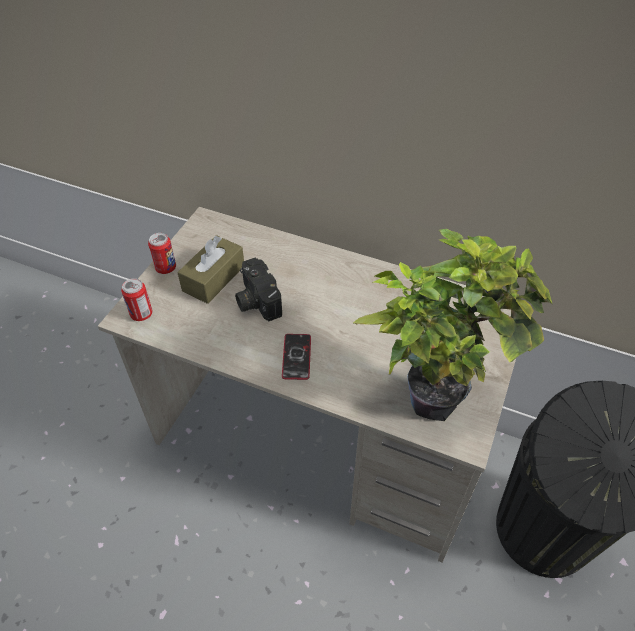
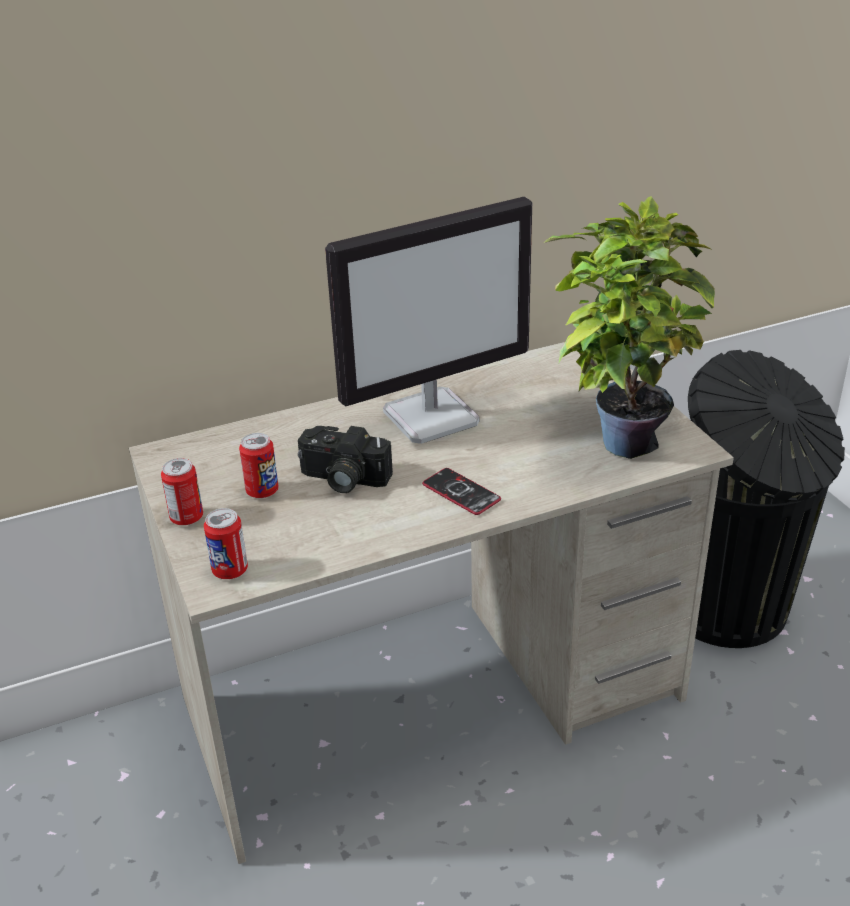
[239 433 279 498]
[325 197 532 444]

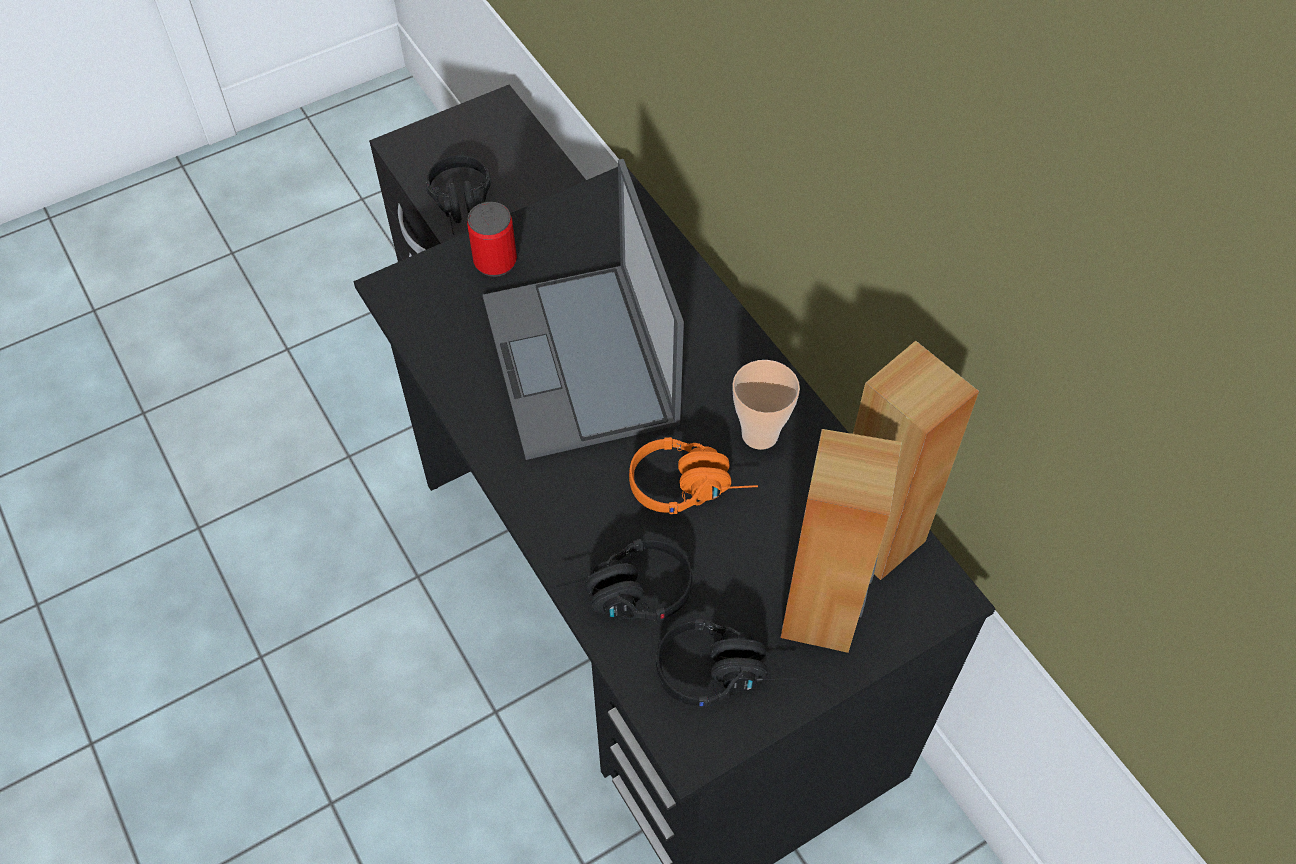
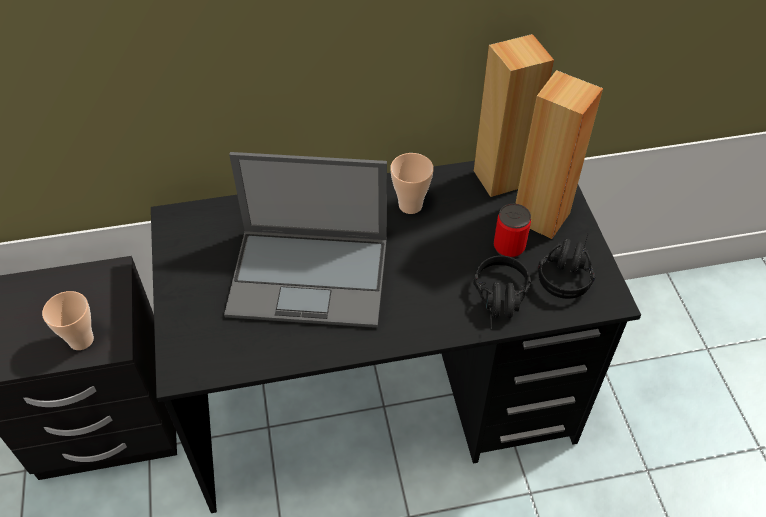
[42 291 94 350]
[494 204 531 258]
[629 437 758 514] (first image)

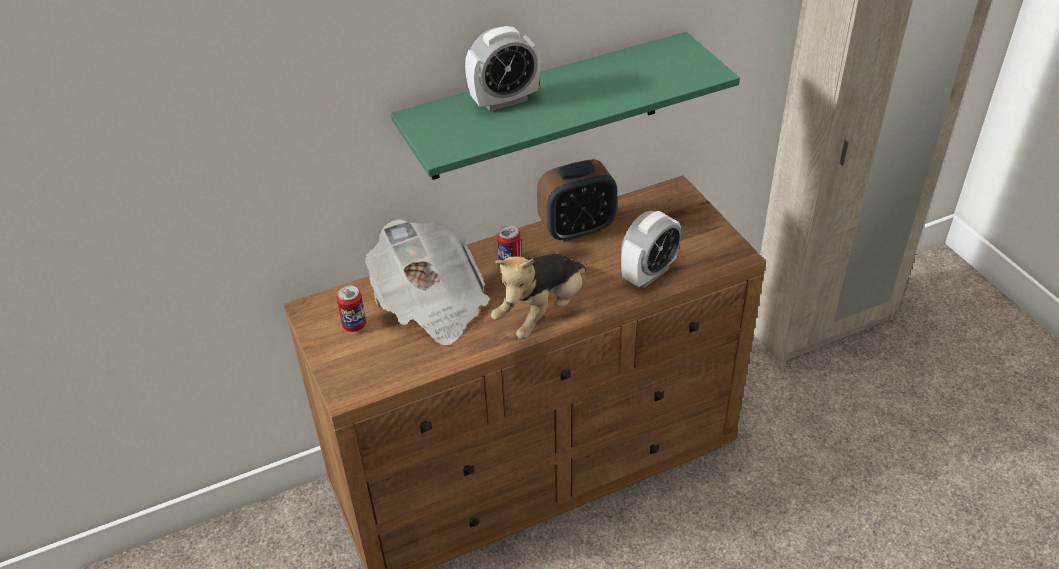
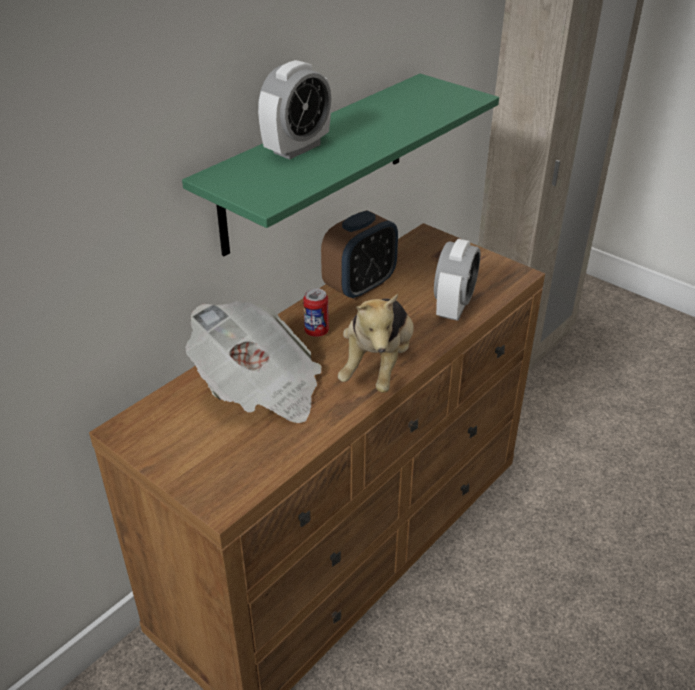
[336 285 366 332] (first image)

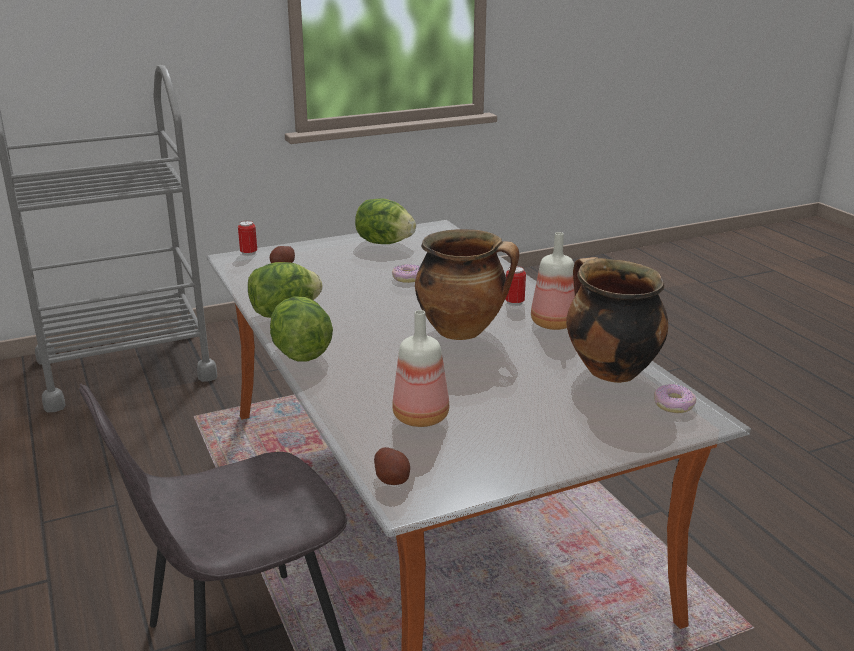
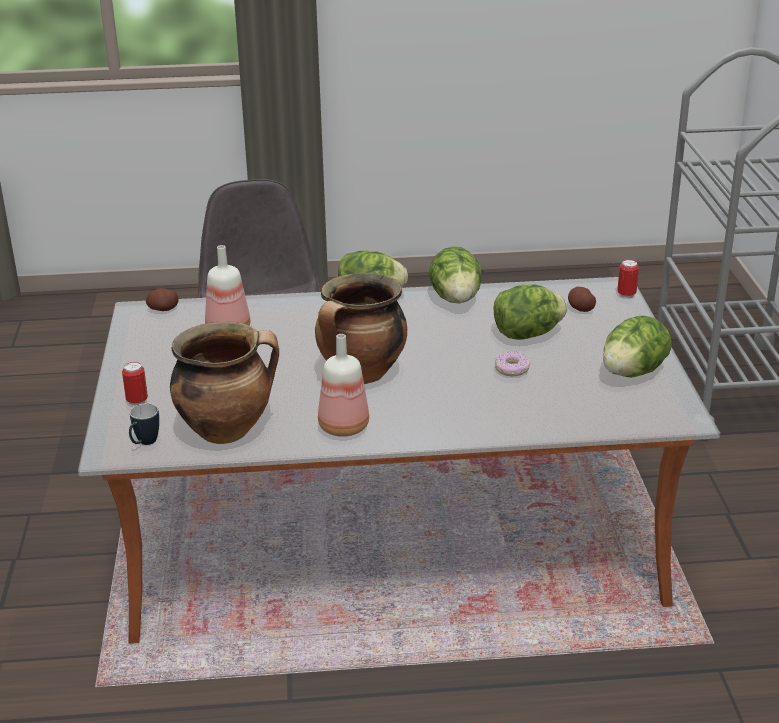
[122 362 148 406]
[129 403 159 445]
[493 284 567 340]

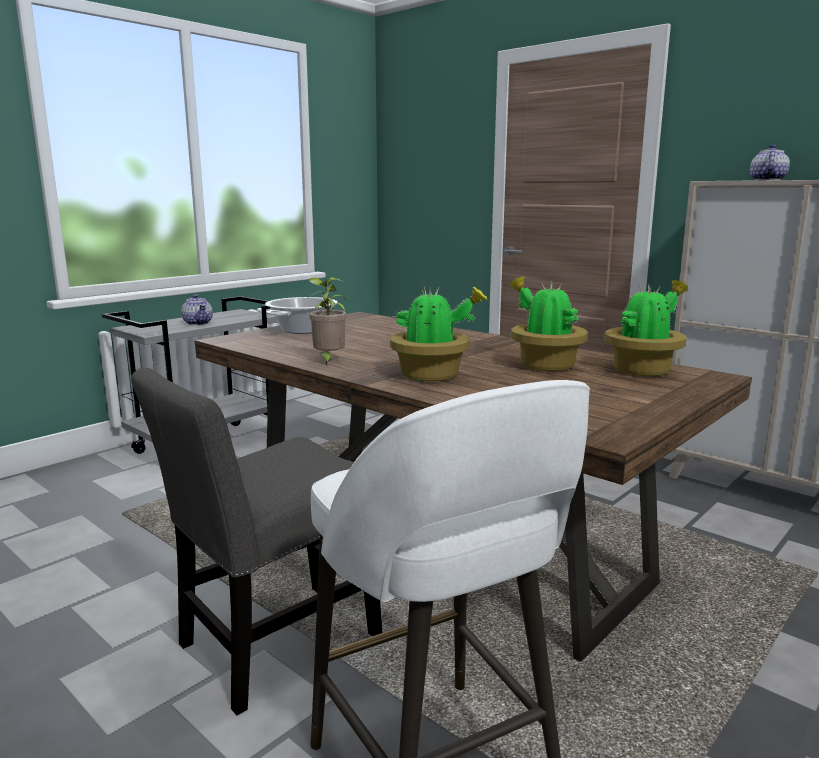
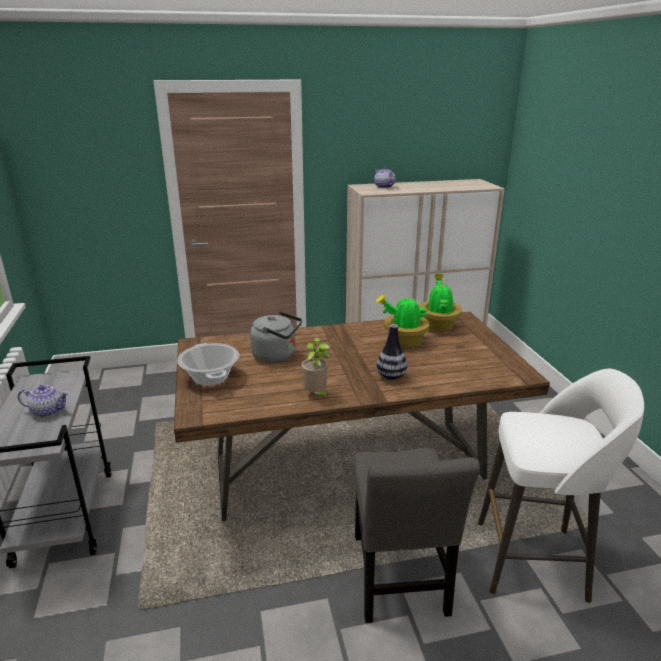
[376 324 407 380]
[250 311 302 363]

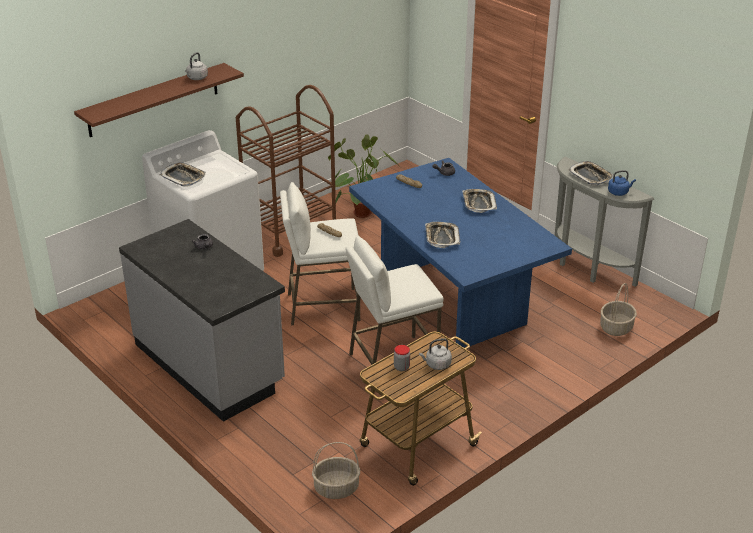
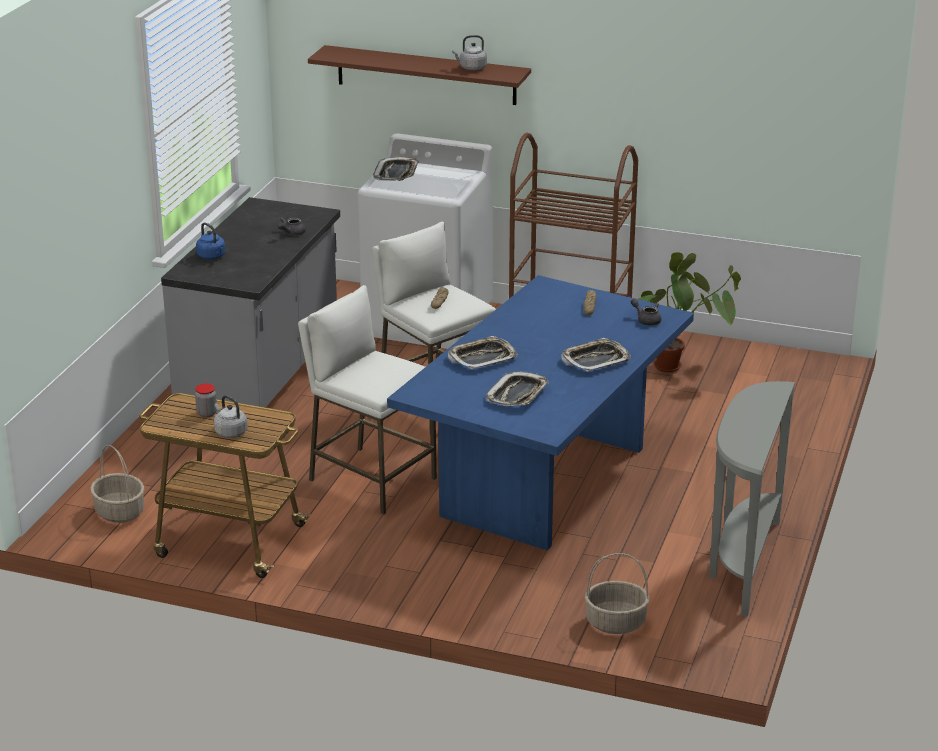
[486 371 549 406]
[196 223 225 259]

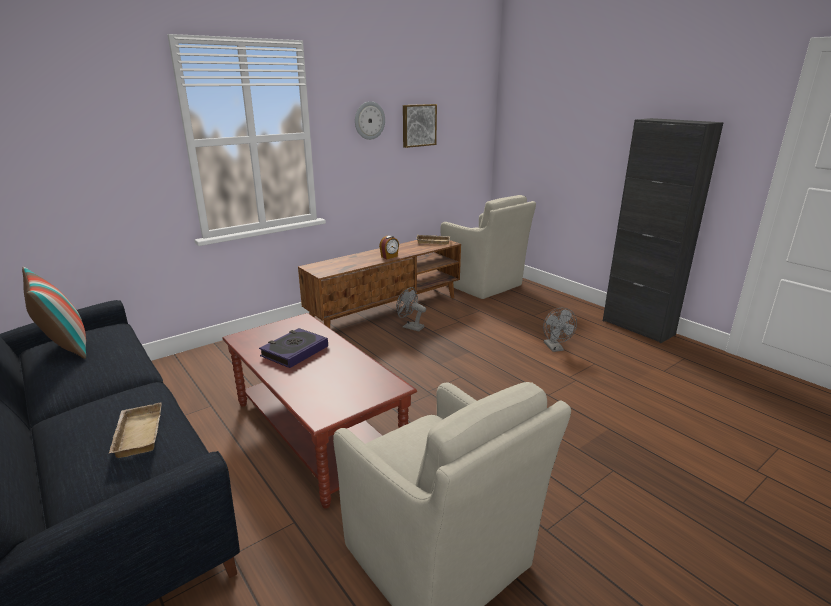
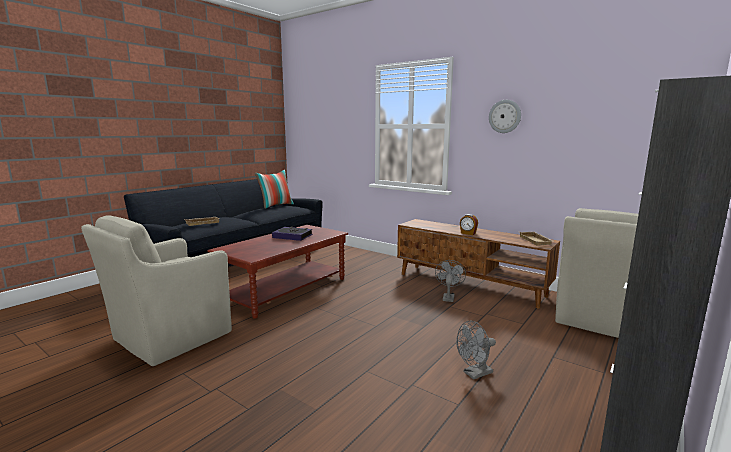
[403 104 437 148] (first image)

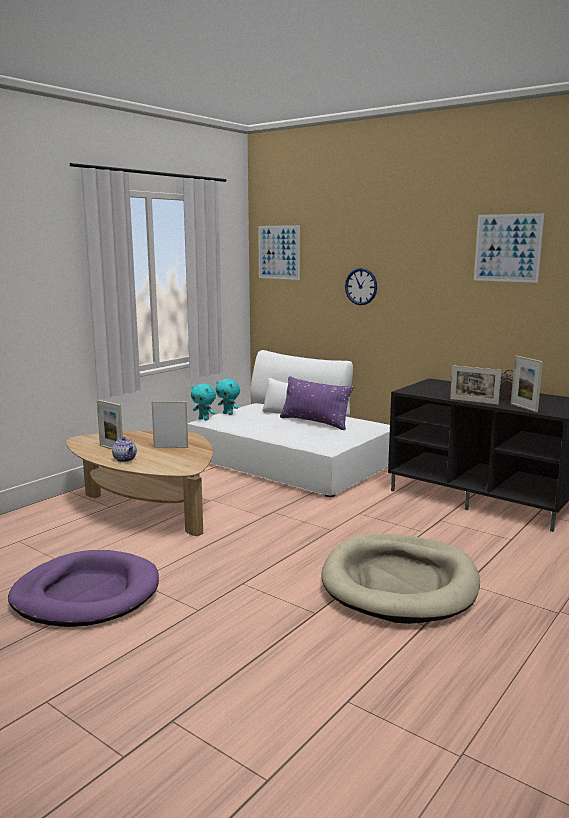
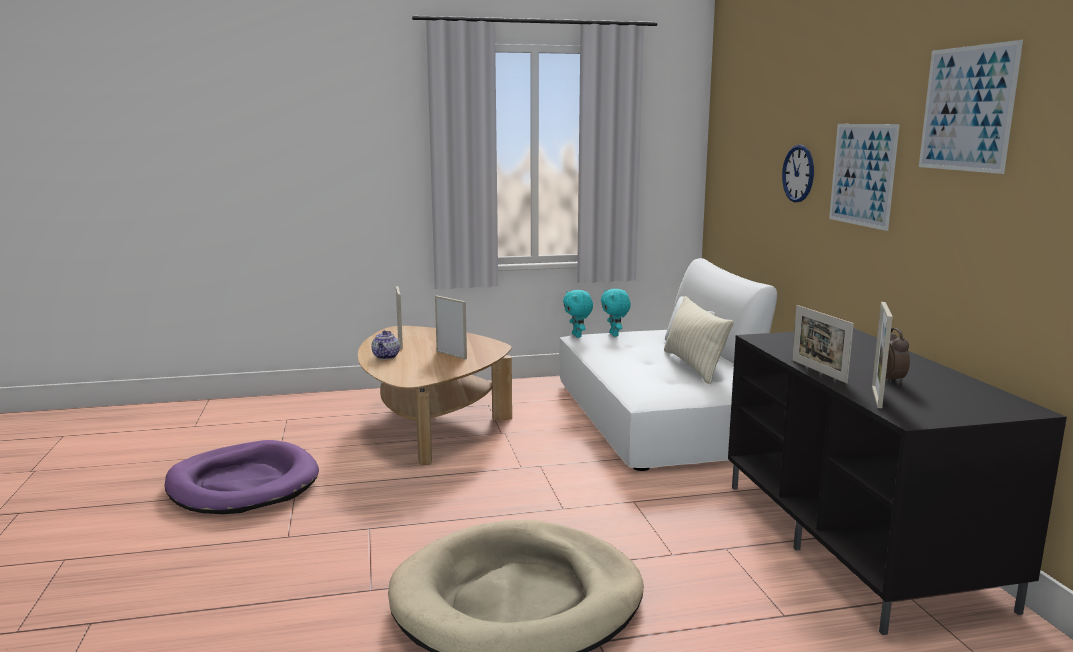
[829 124 900 231]
[664 296 734 384]

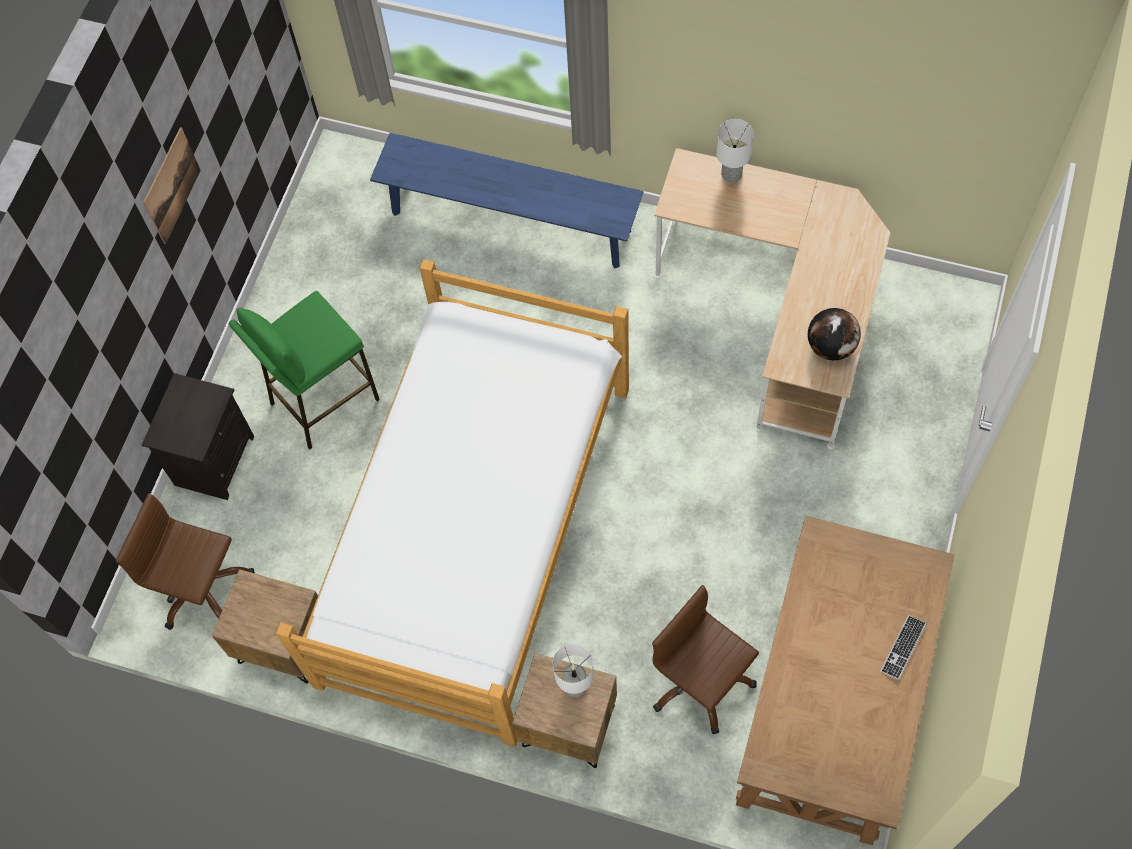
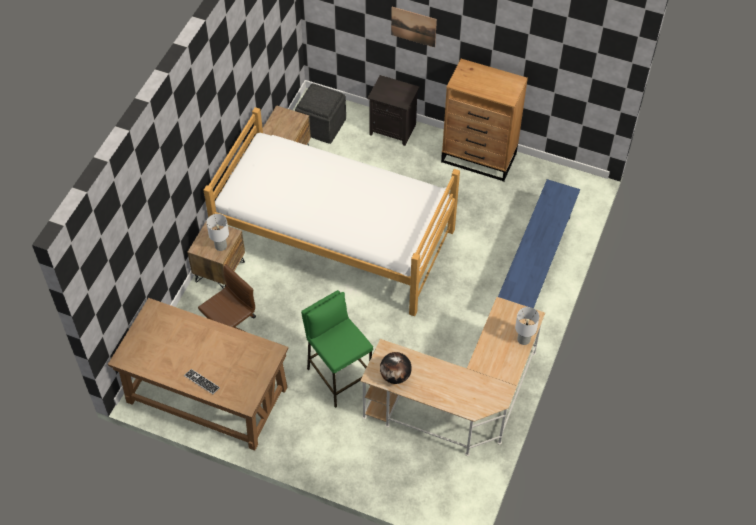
[295 83 346 144]
[391 7 437 47]
[301 290 373 408]
[441 59 528 181]

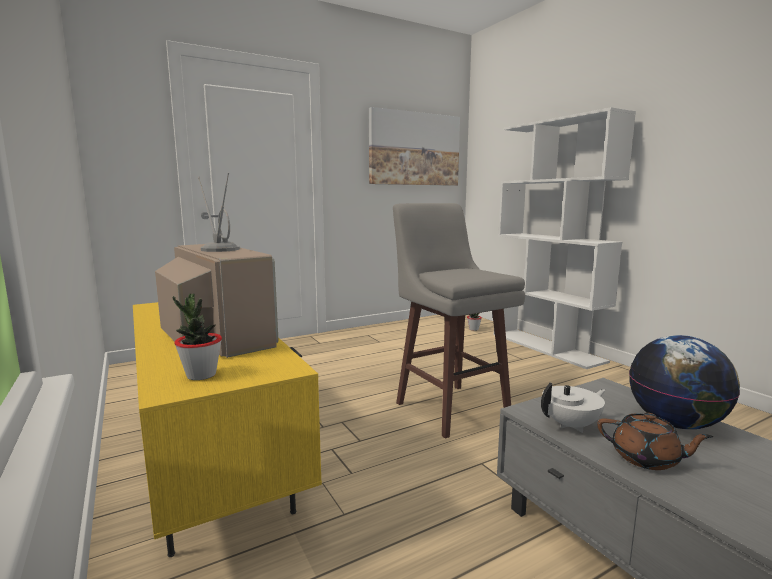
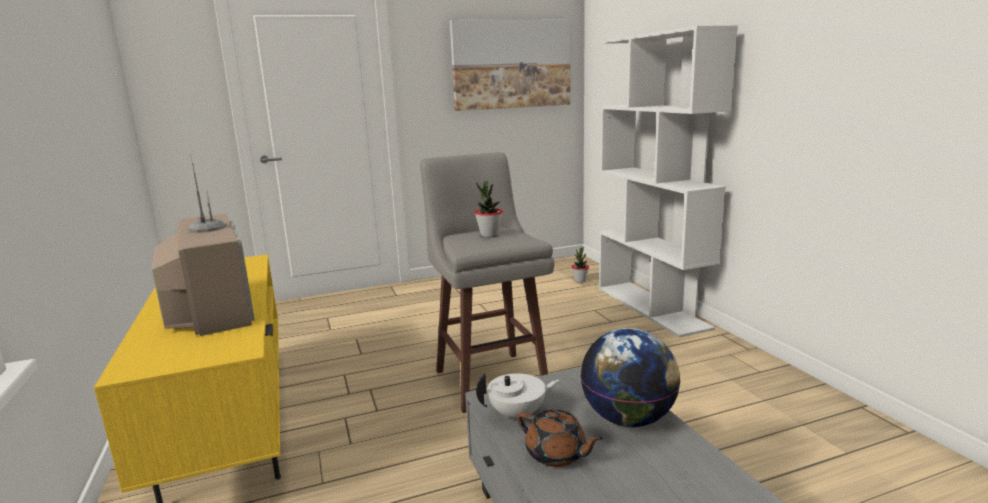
[475 181 503 237]

